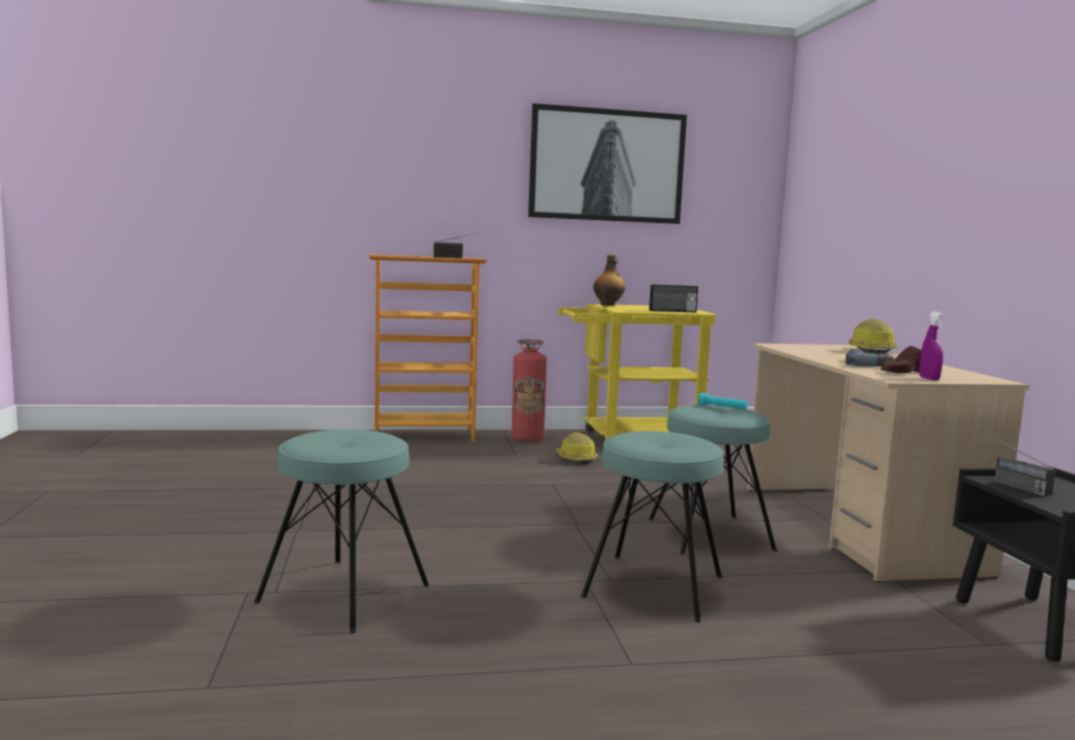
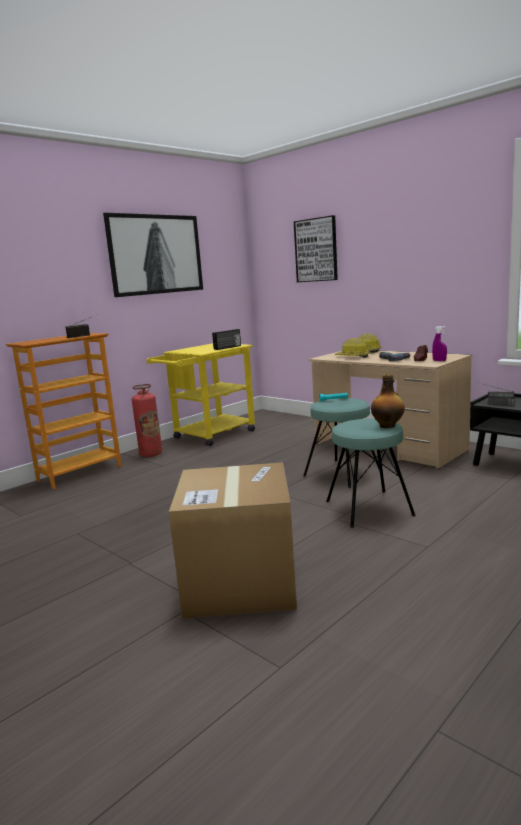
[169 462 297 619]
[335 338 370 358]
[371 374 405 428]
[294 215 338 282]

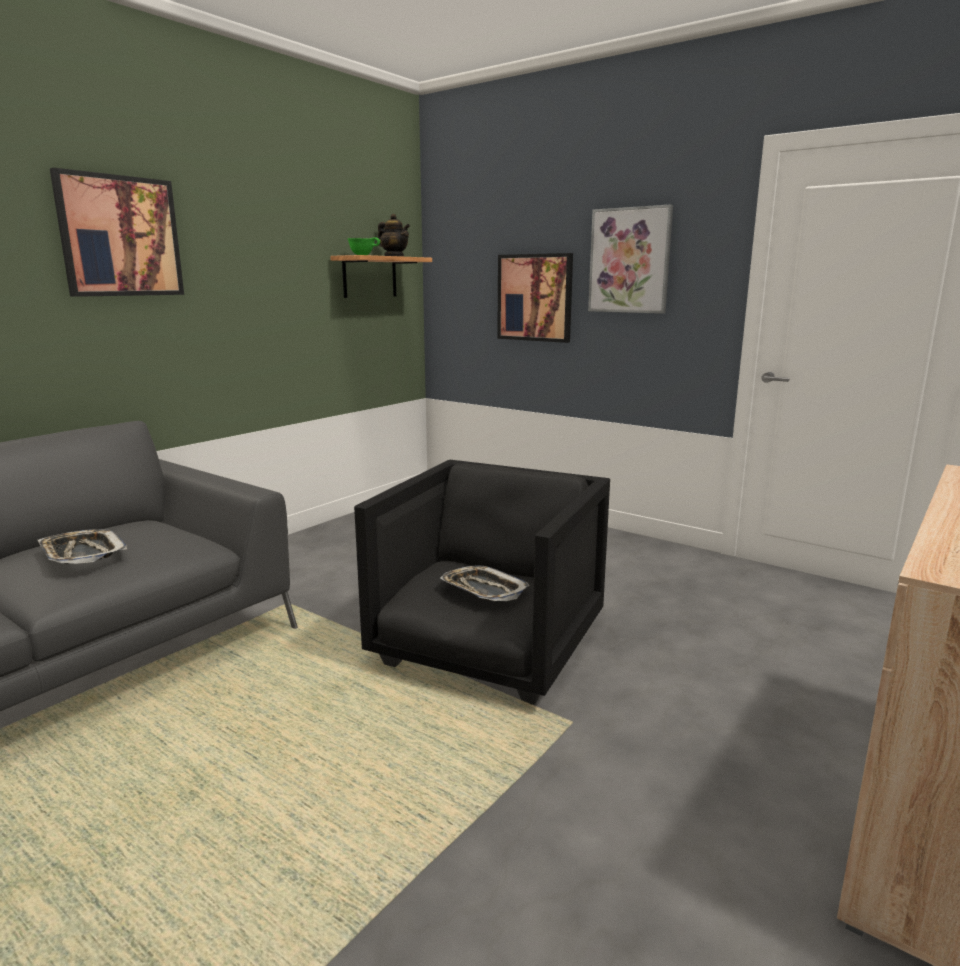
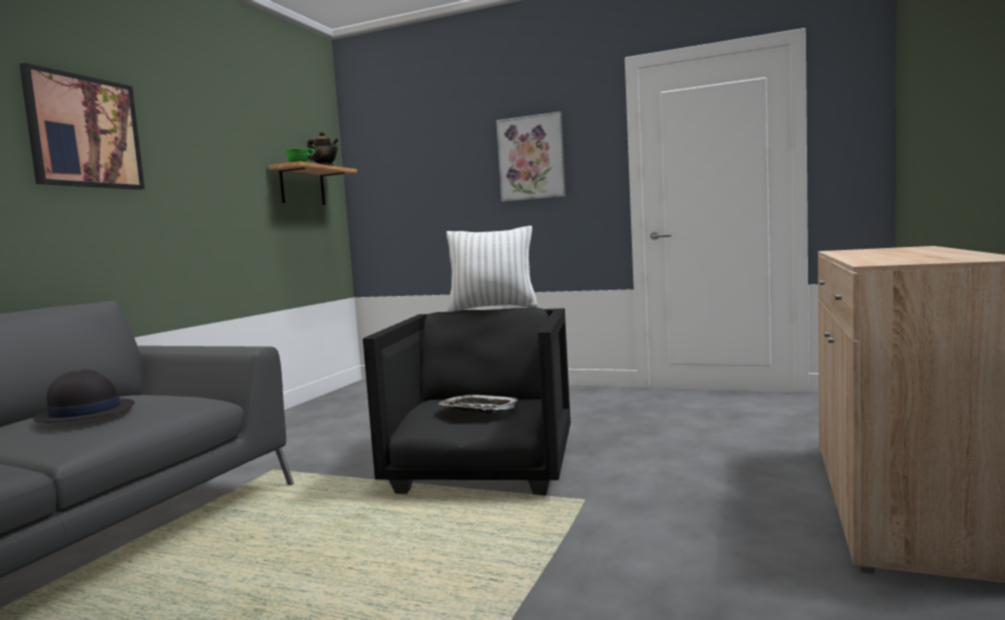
[33 369 135 422]
[497 253 573 343] (first image)
[446 226 538 312]

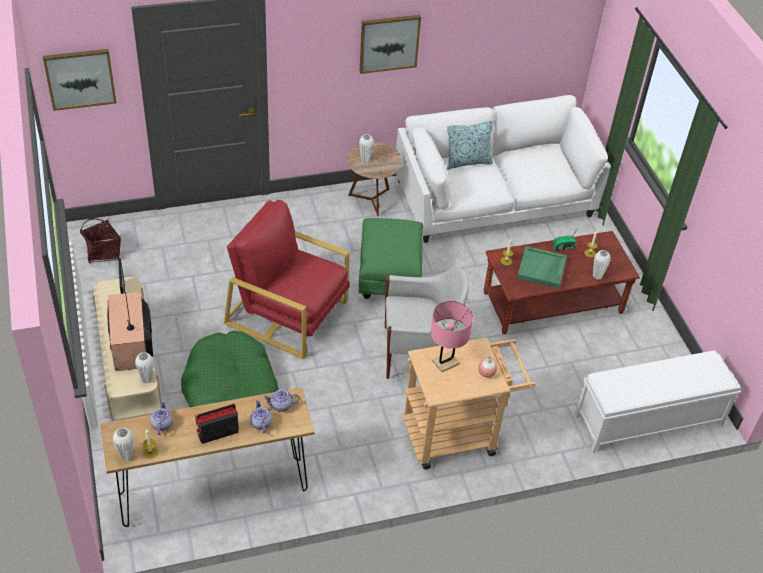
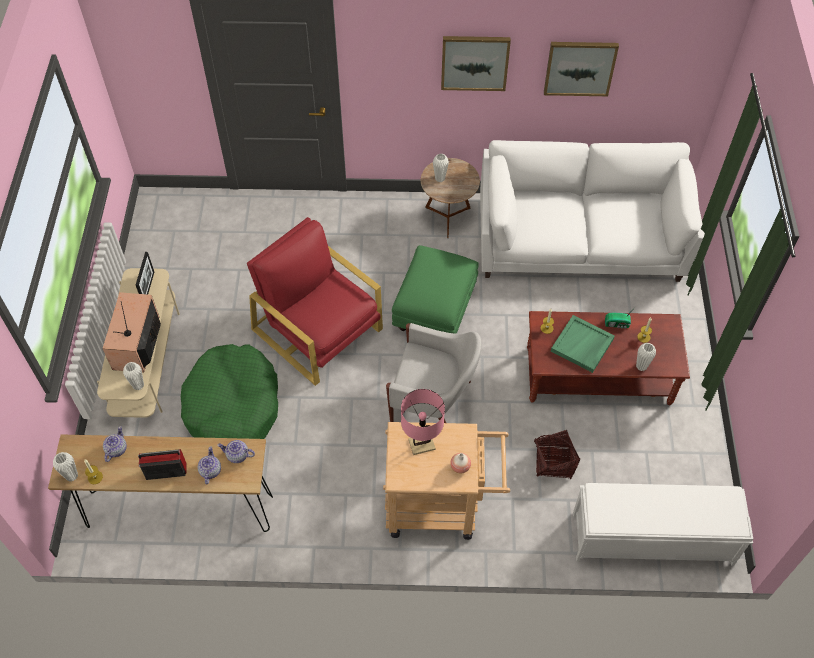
[544 42 619 96]
[534 429 581 479]
[447 120 493 170] (first image)

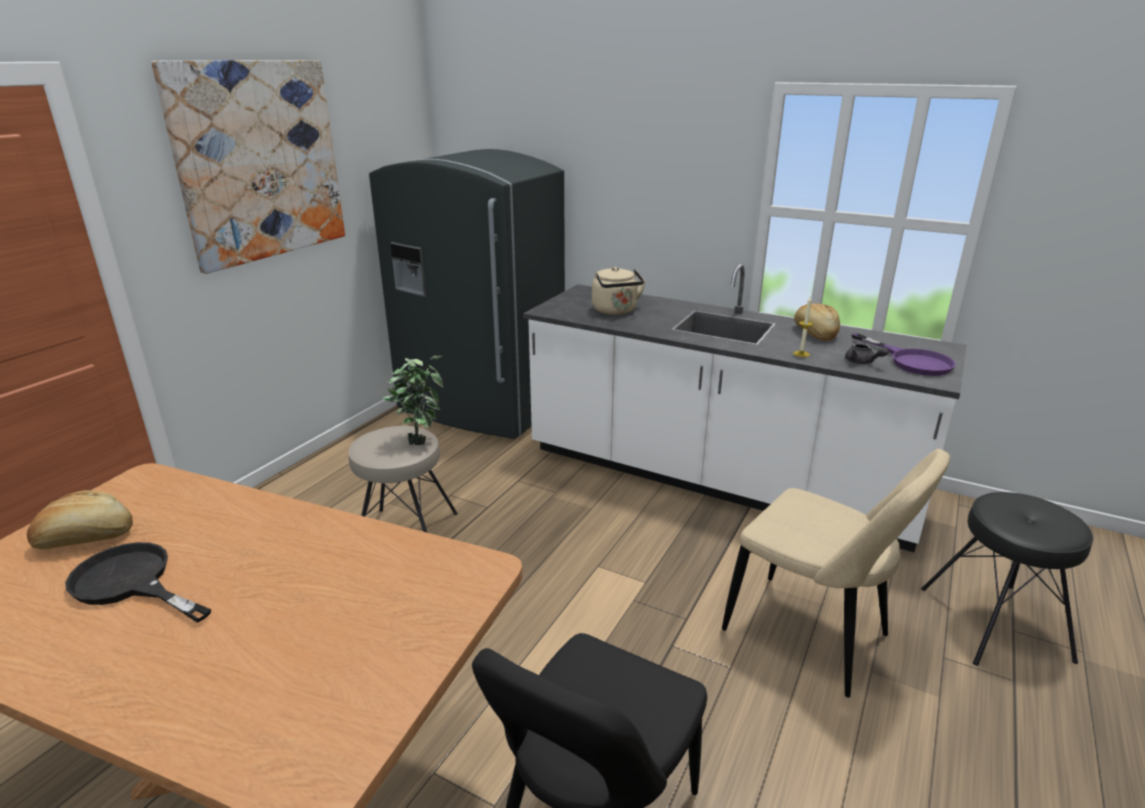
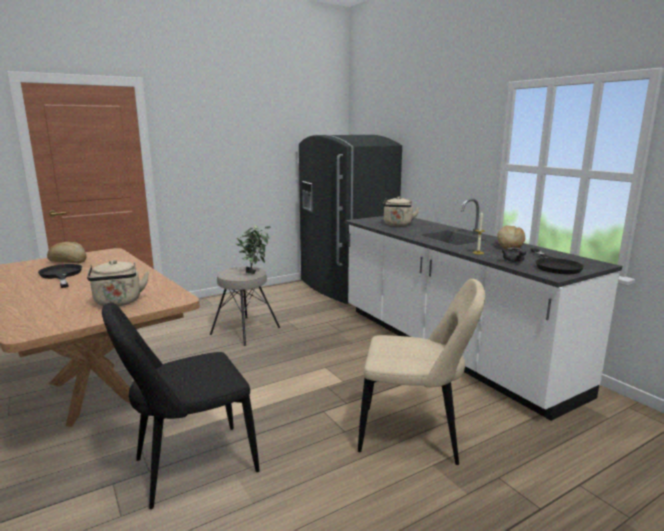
[151 60 345 274] (first image)
[358 279 485 465]
[531 249 584 274]
[921 492 1093 666] (first image)
[87 260 149 306]

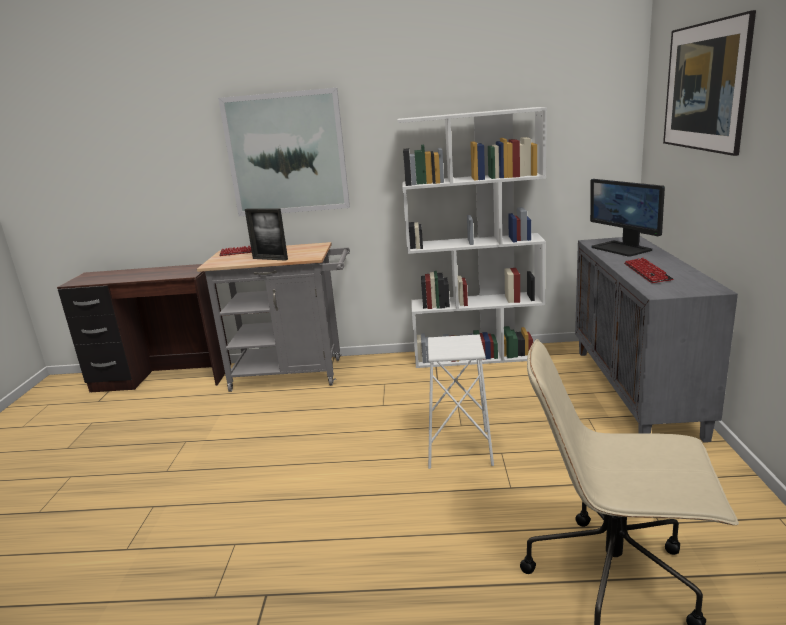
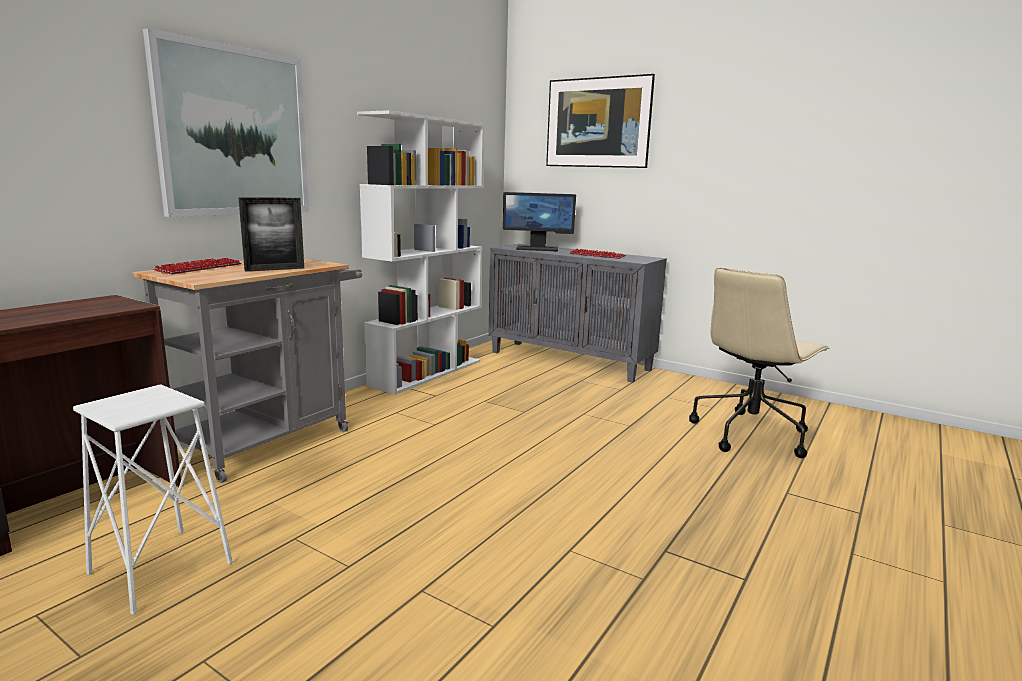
[73 384 233 615]

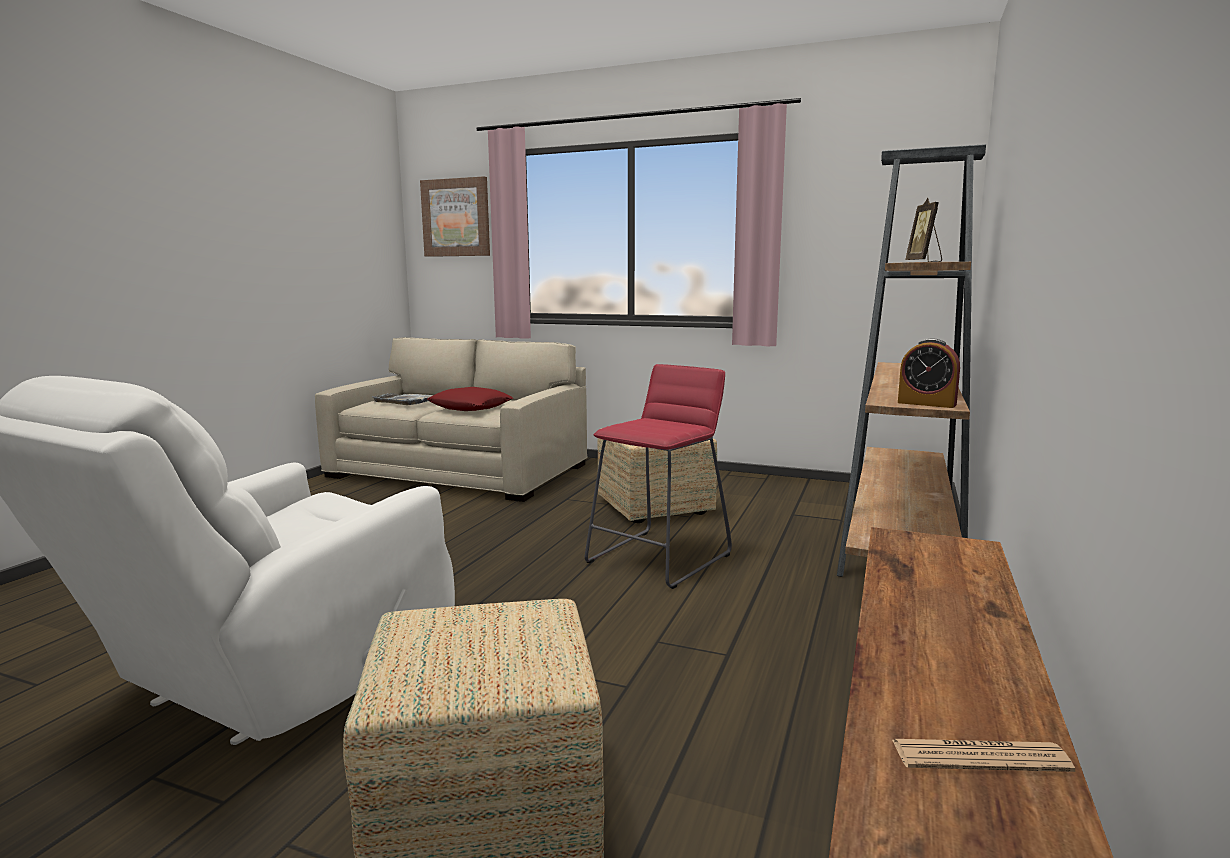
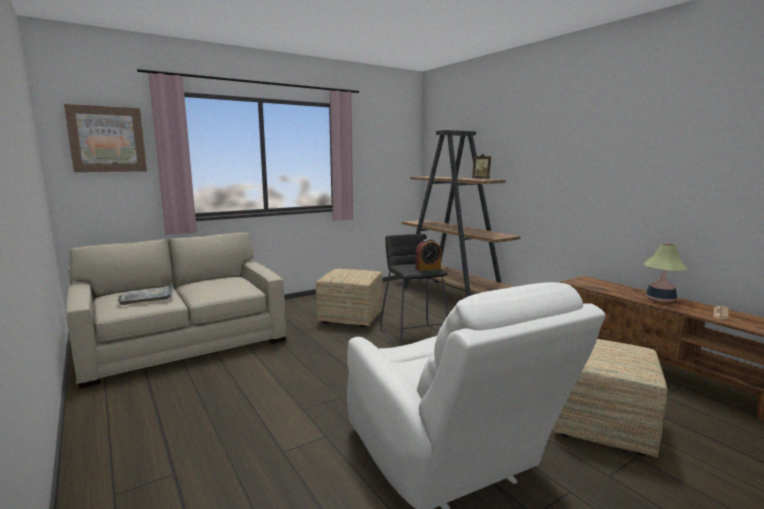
[427 387 513 411] (first image)
[380 234 448 347]
[415 239 441 271]
[644 243 688 302]

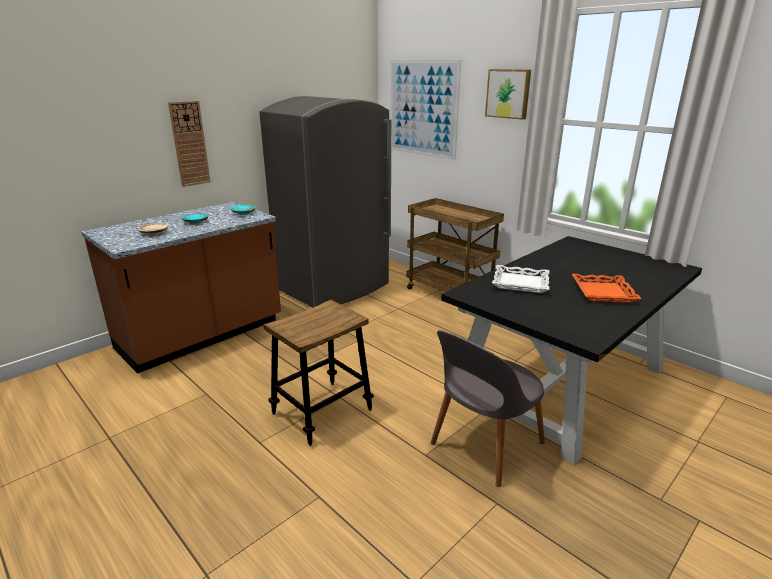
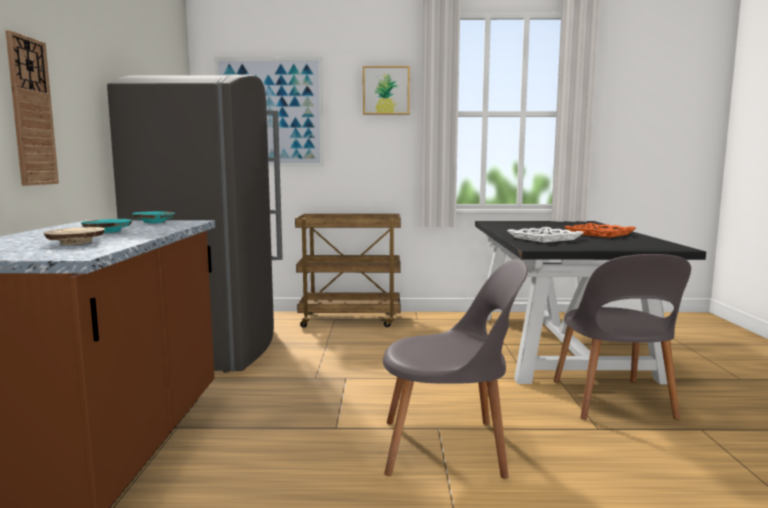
[383 259 528 478]

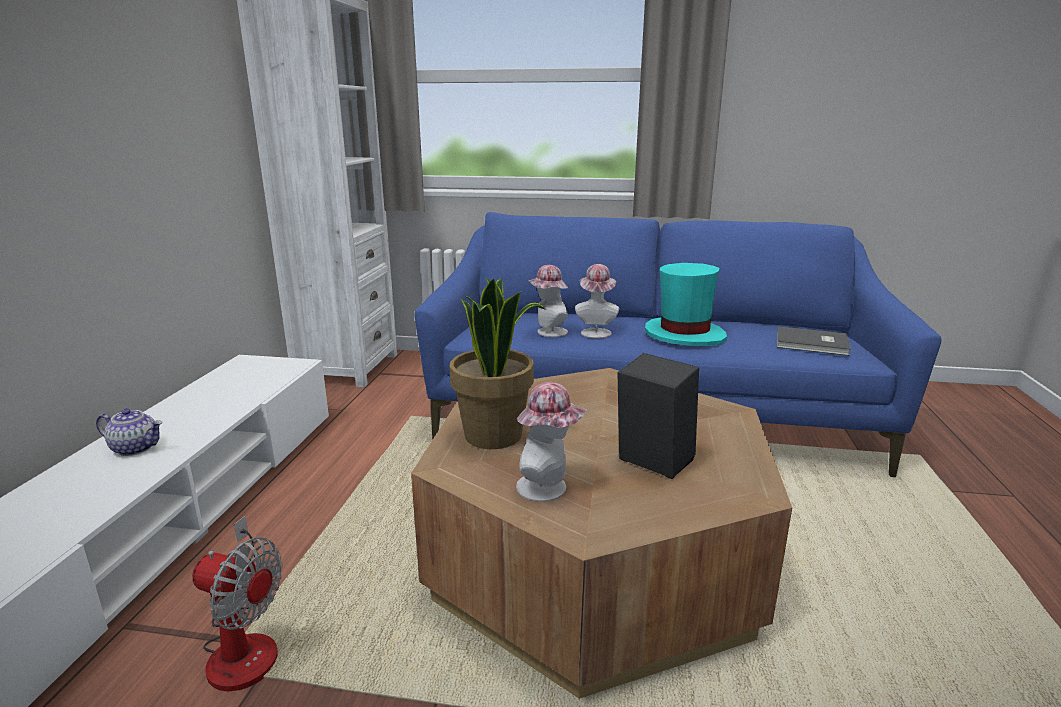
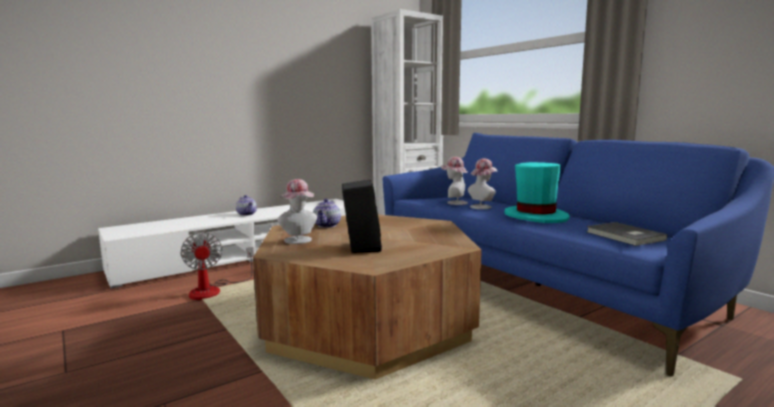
[313 199 341 228]

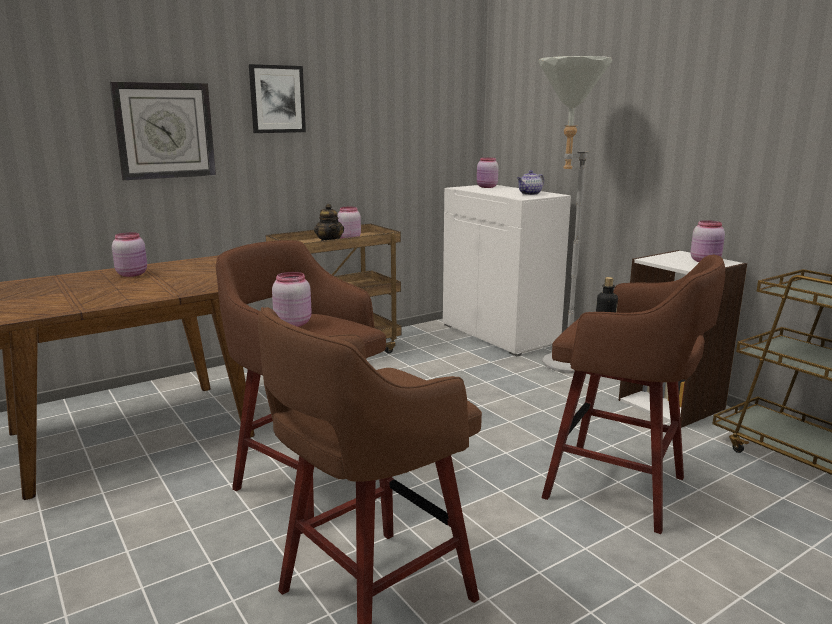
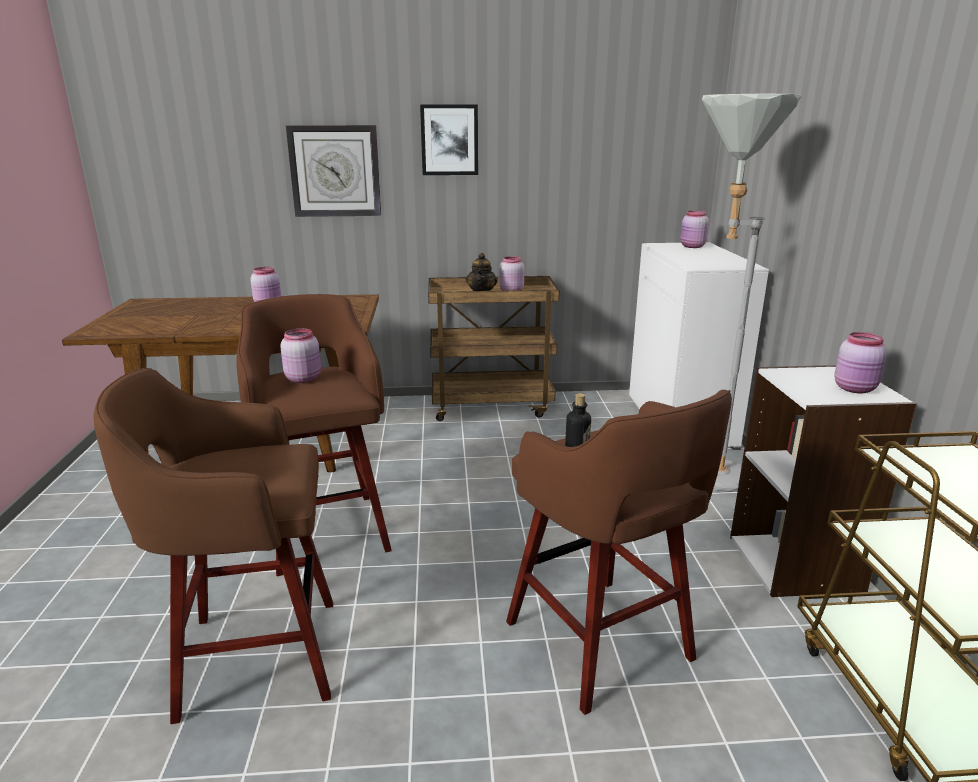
[517 170 544 195] (first image)

